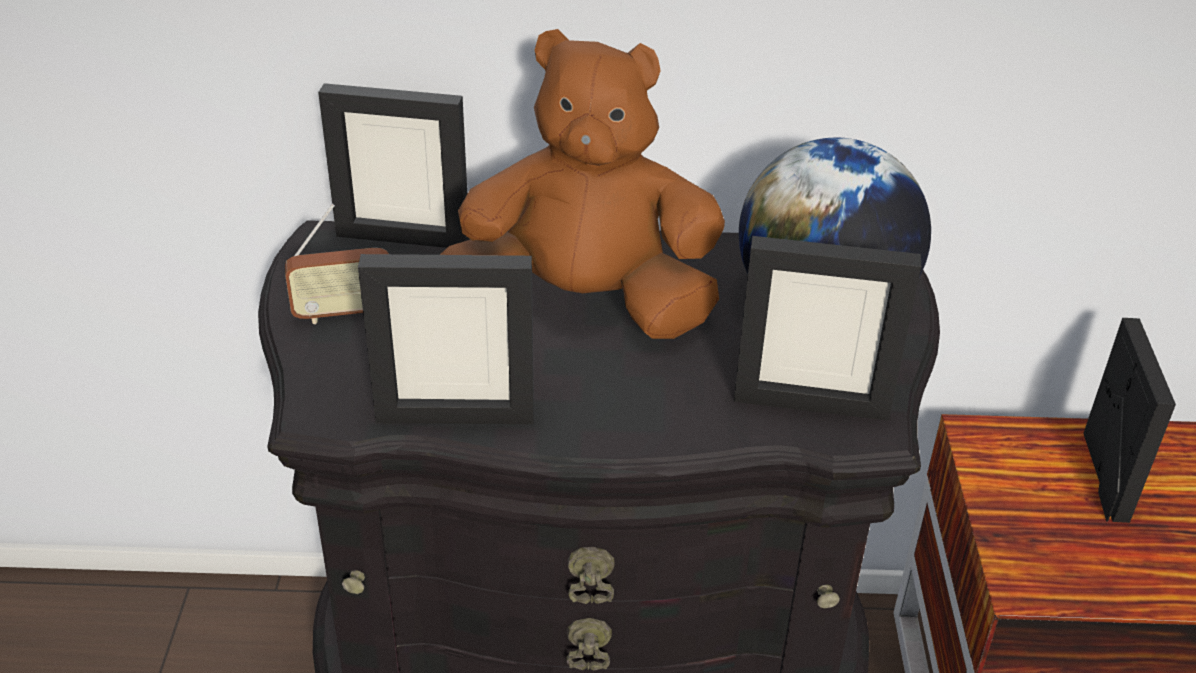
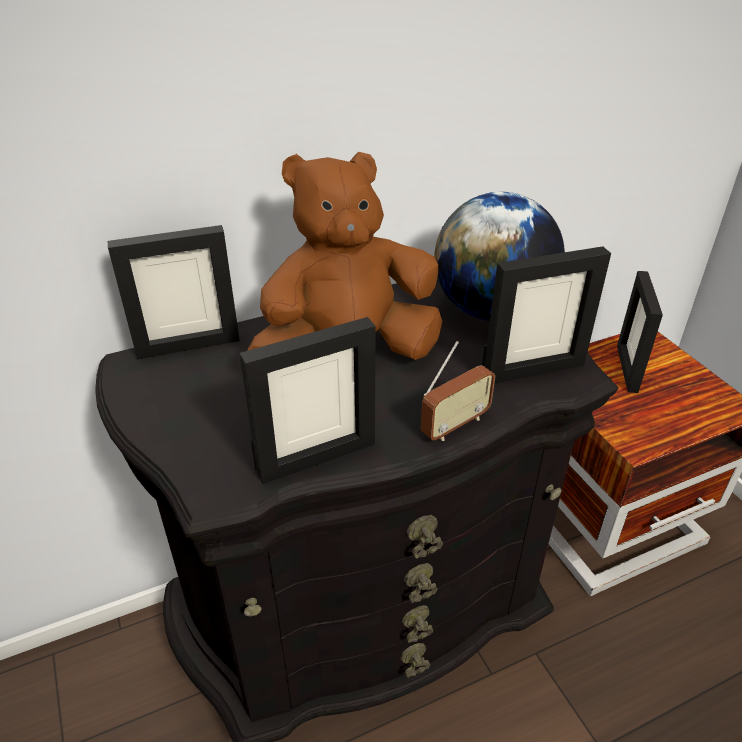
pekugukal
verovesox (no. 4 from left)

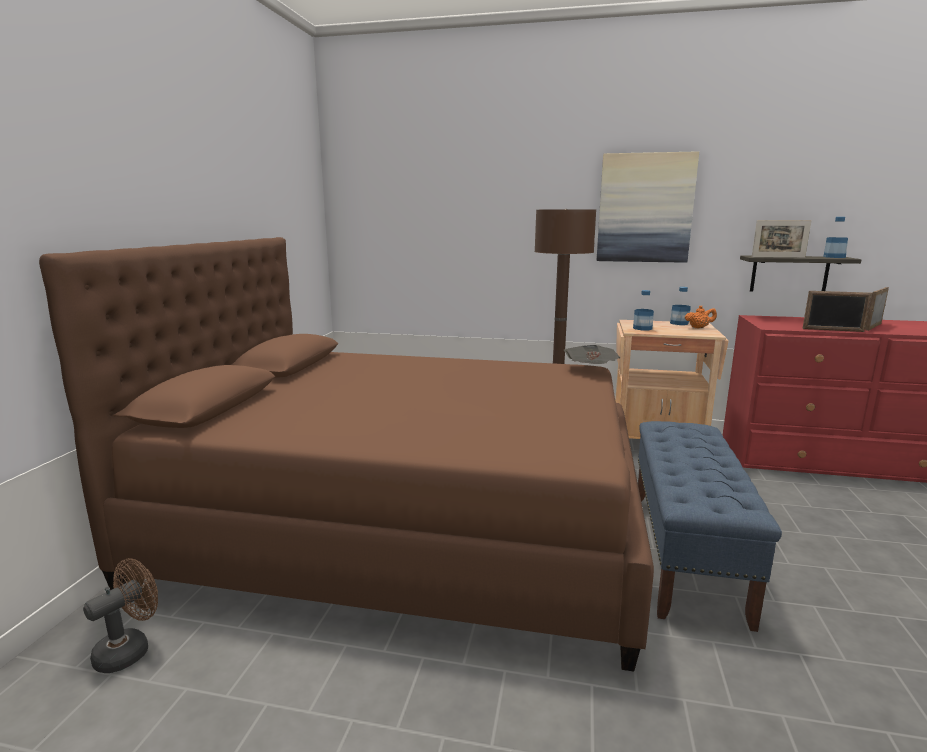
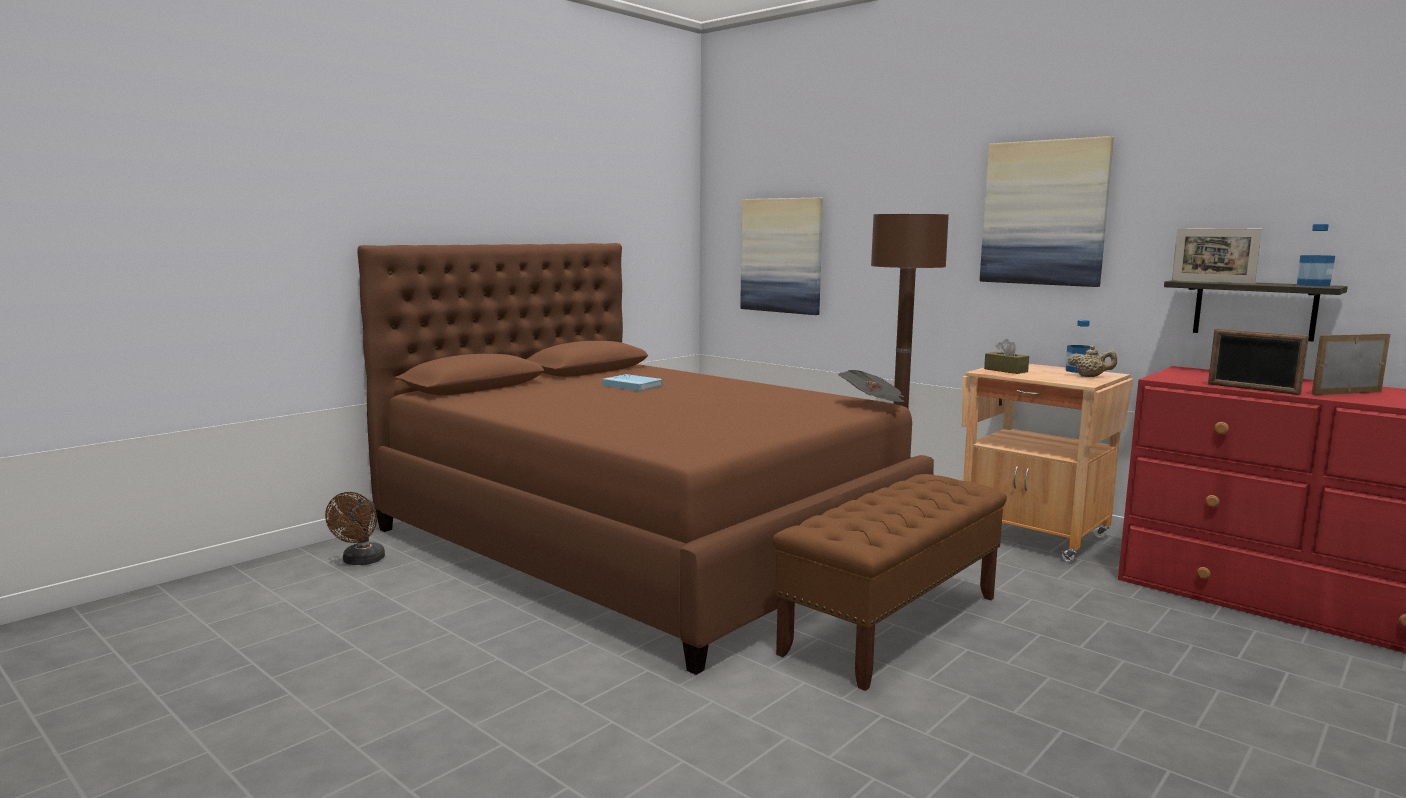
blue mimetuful
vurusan (no. 1 from left)
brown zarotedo
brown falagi
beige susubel
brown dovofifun

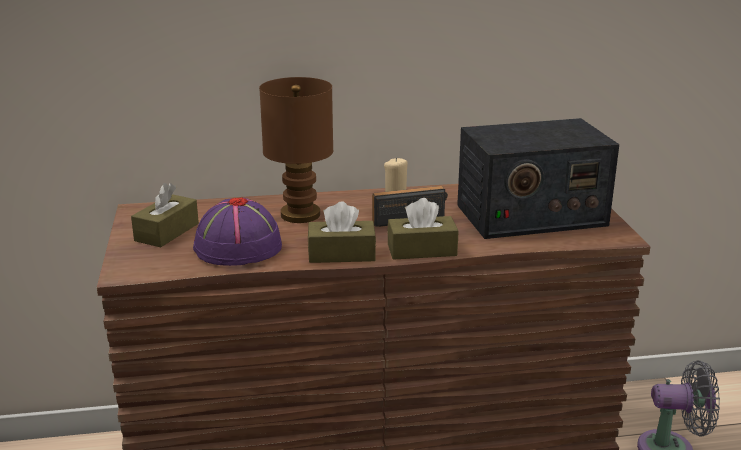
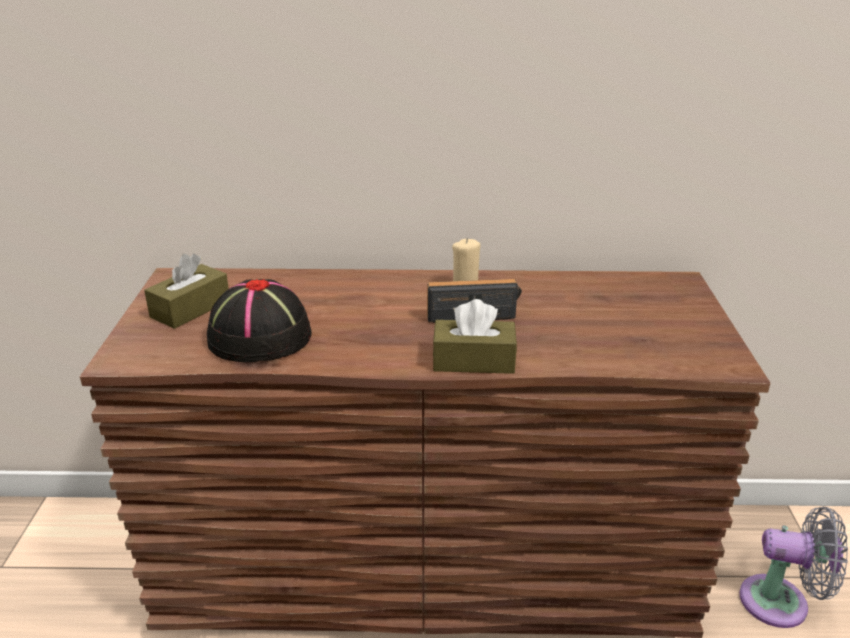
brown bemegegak
brown zarotedo (no. 2 from left in the first image)
pekugukal (no. 2 from left in the first image)
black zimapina

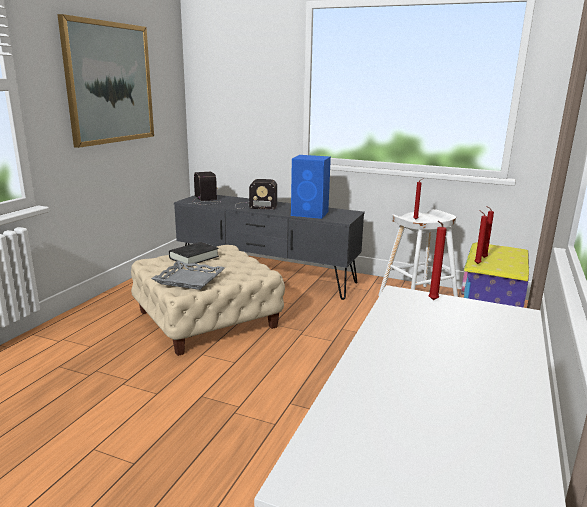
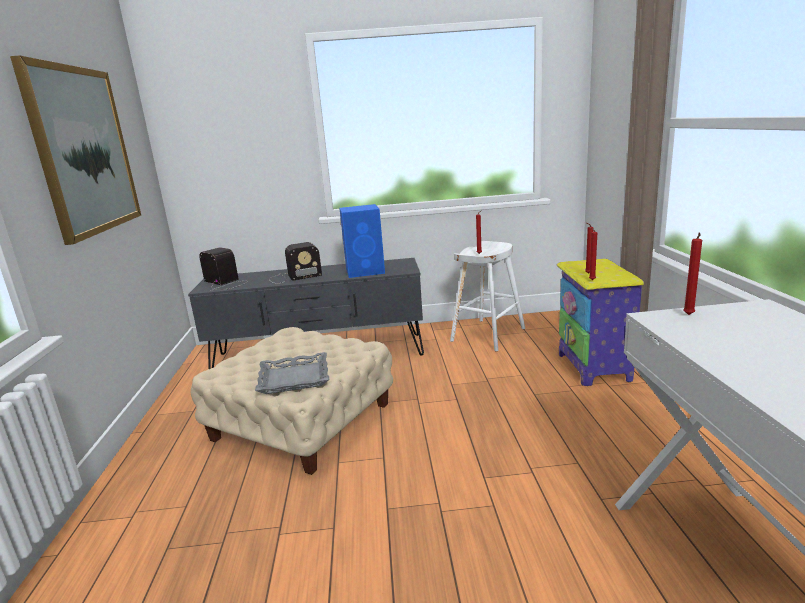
black mimetuful

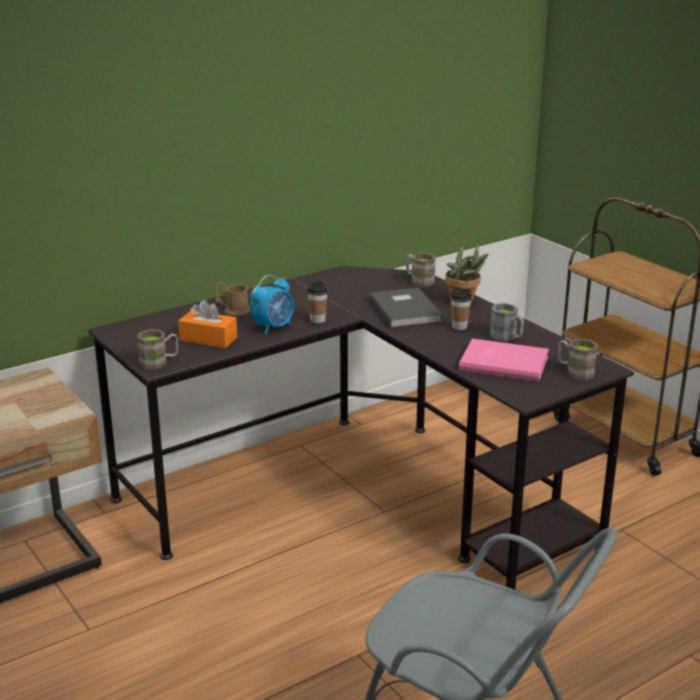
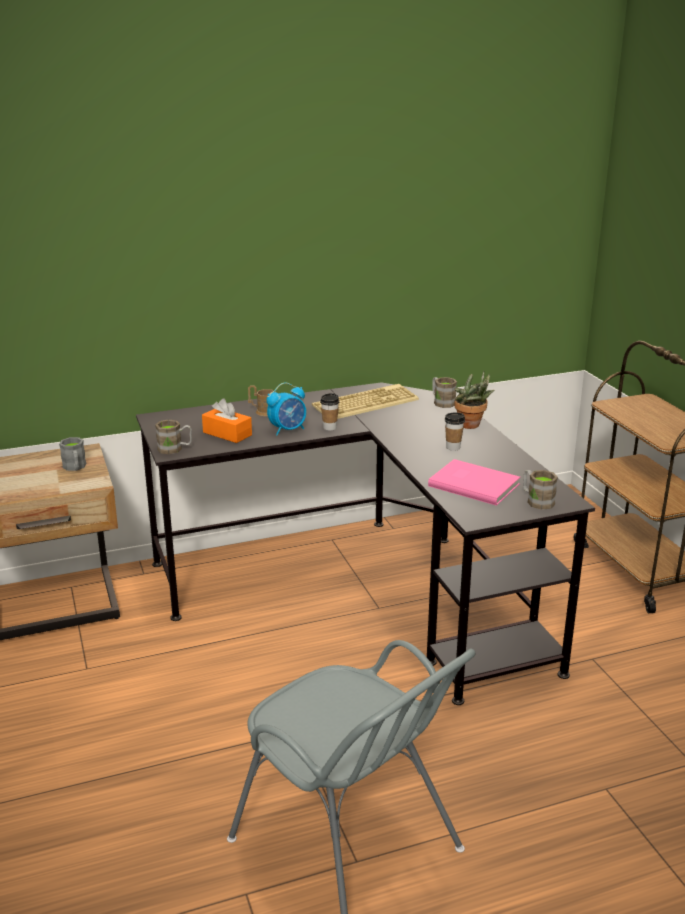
grey mimetuful
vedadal
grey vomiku

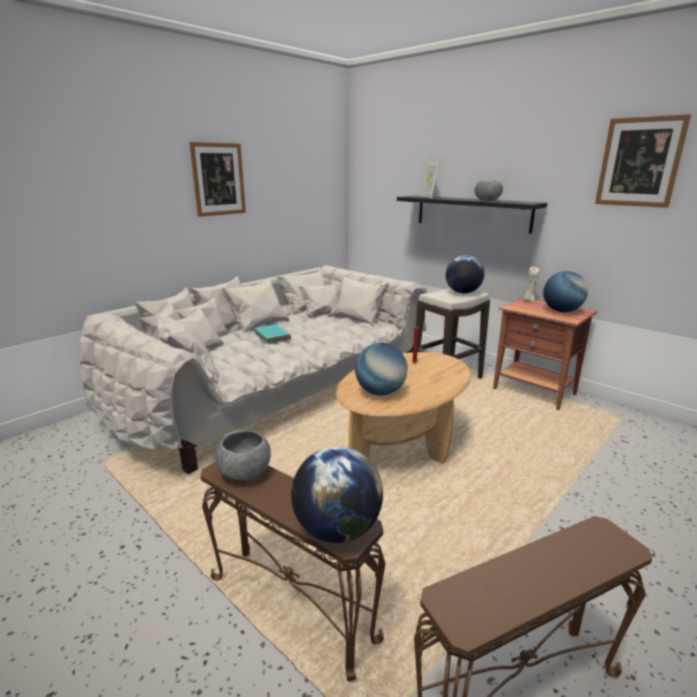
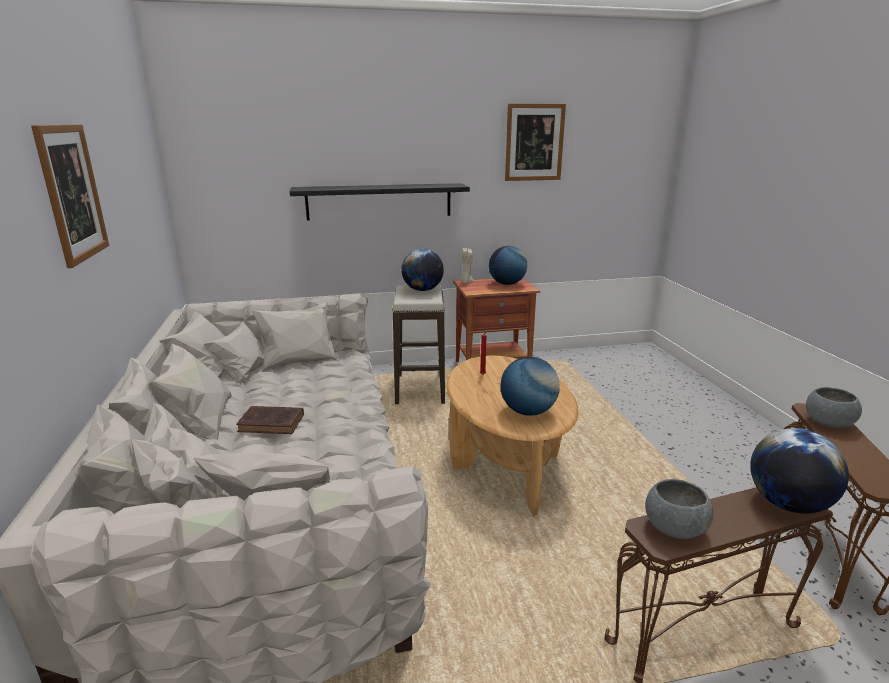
verovesox
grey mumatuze (no. 2 from left)
brown mimetuful

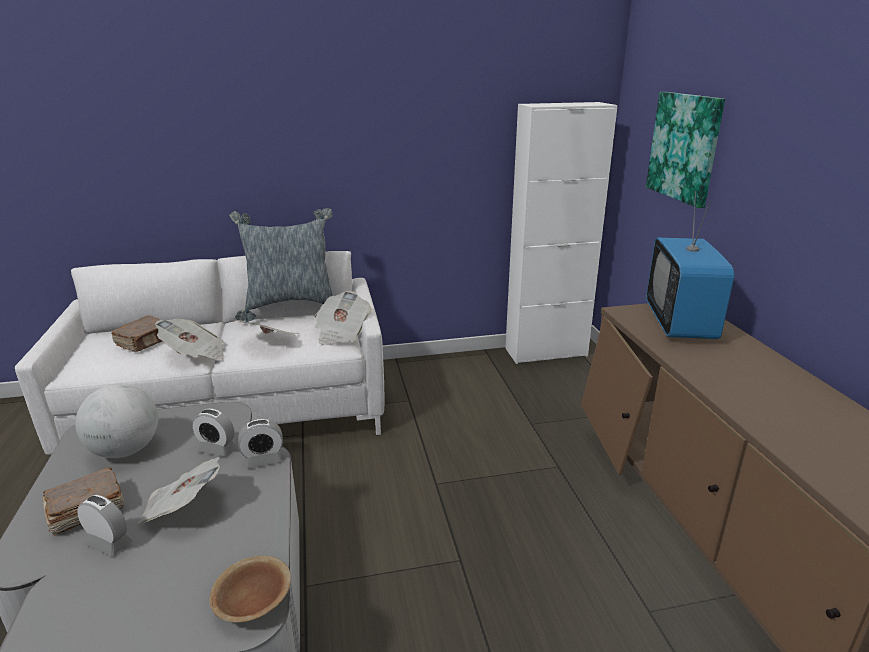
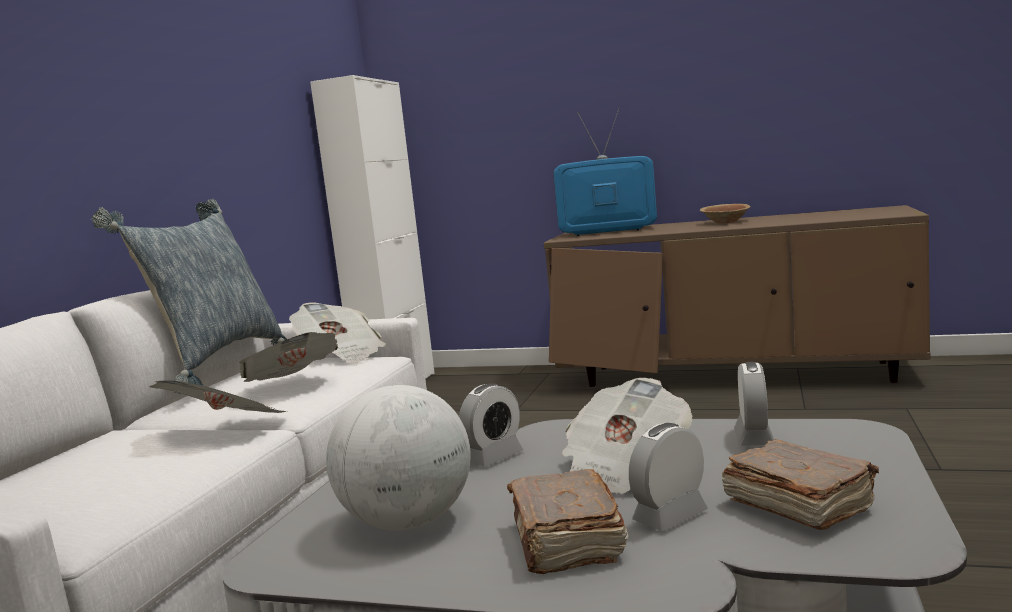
vurusan
brown mimetuful (no. 2 from left)
brown mumatuze
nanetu (no. 3 from left)
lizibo

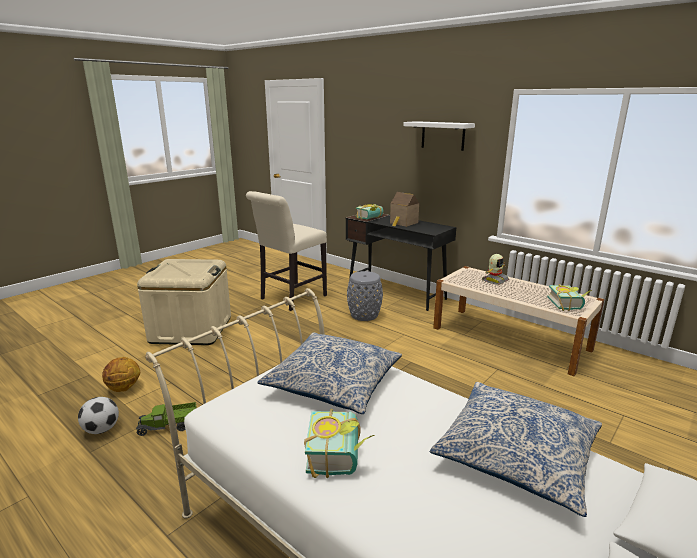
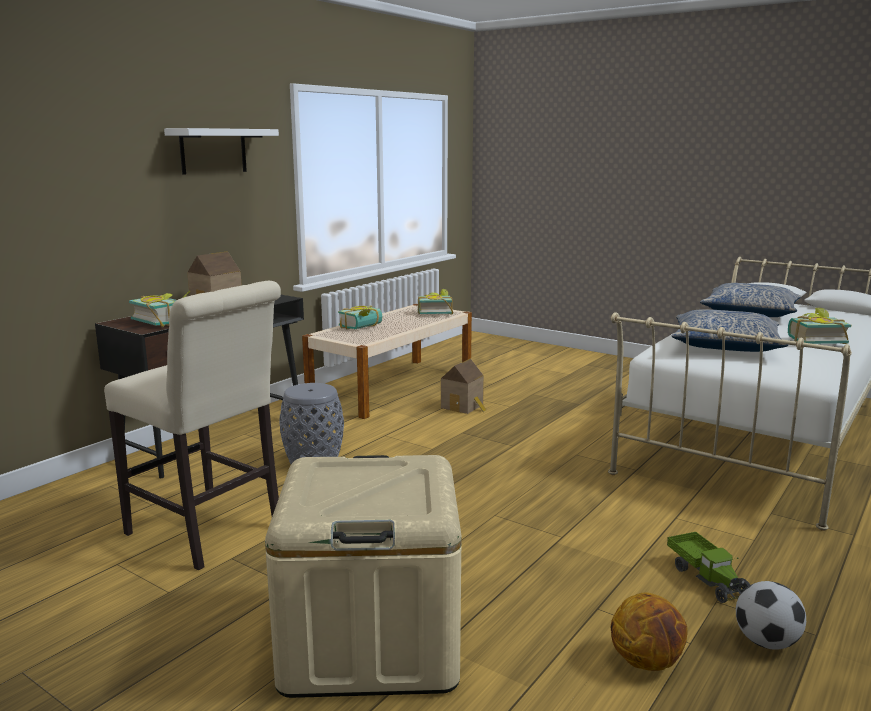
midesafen (no. 2 from left)
mimetuful (no. 2 from left)

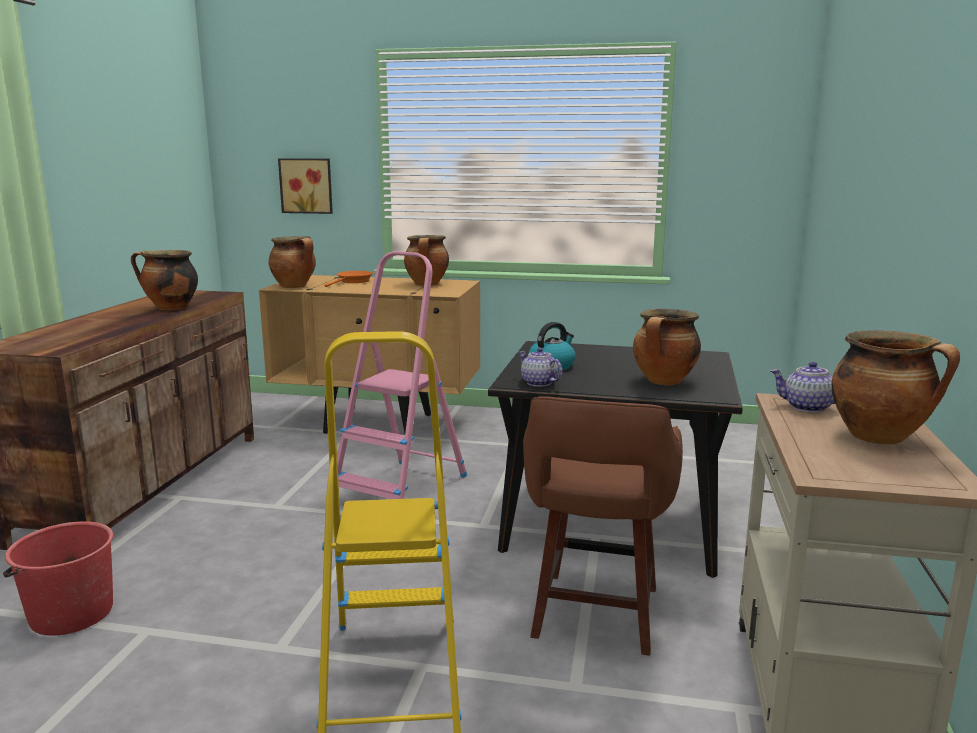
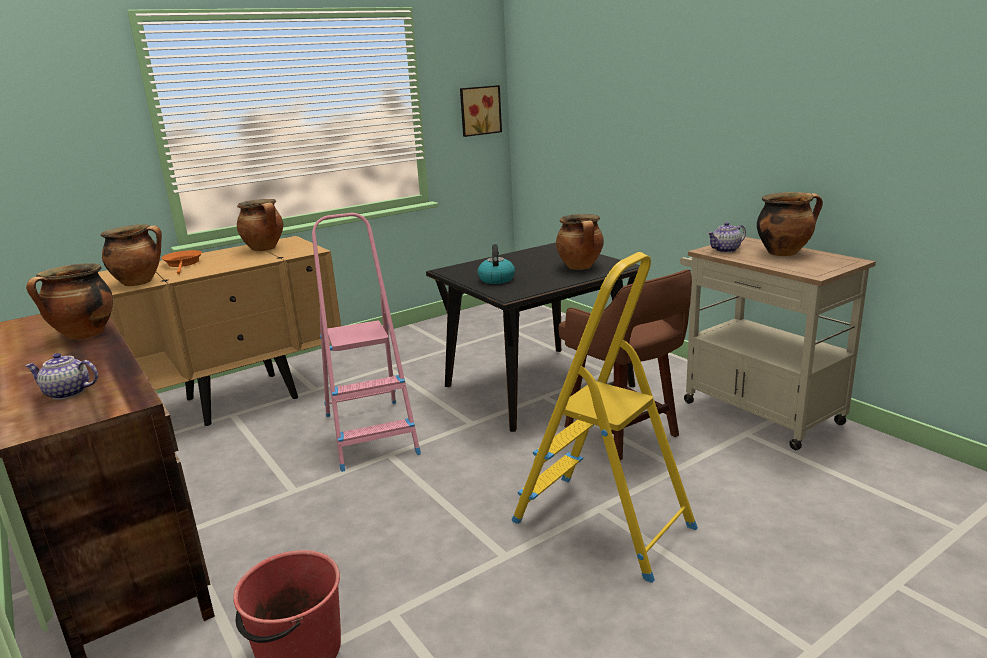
vurusan
susubel (no. 1 from left)

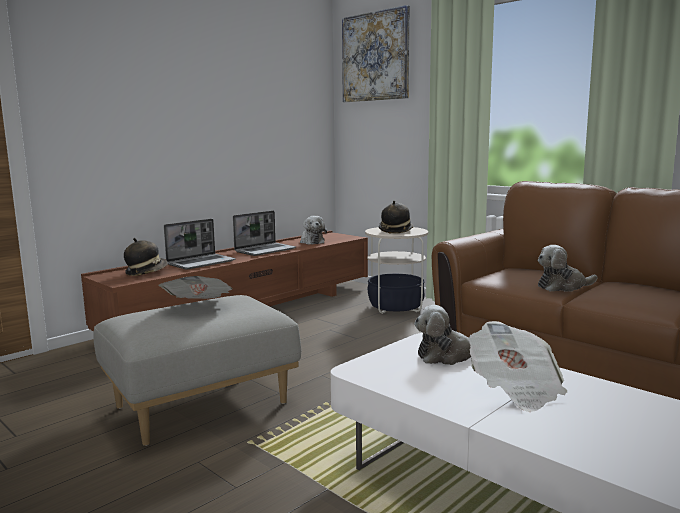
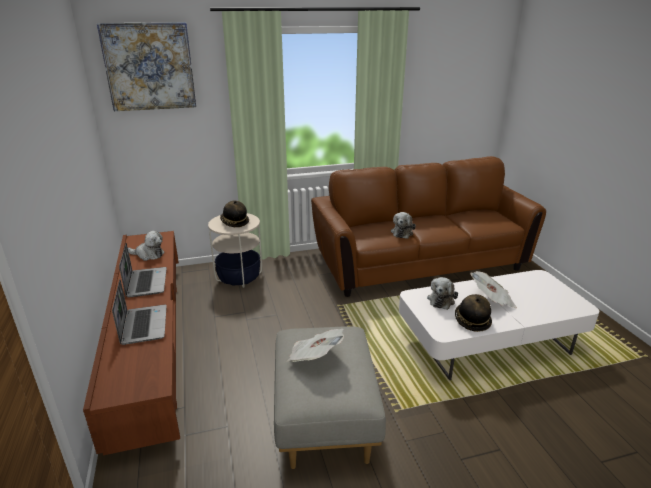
zimapina (no. 2 from left)

